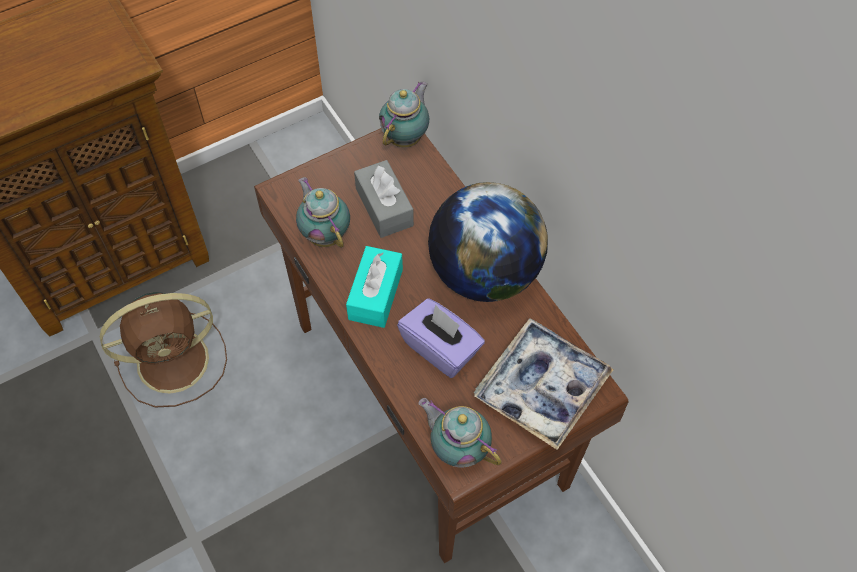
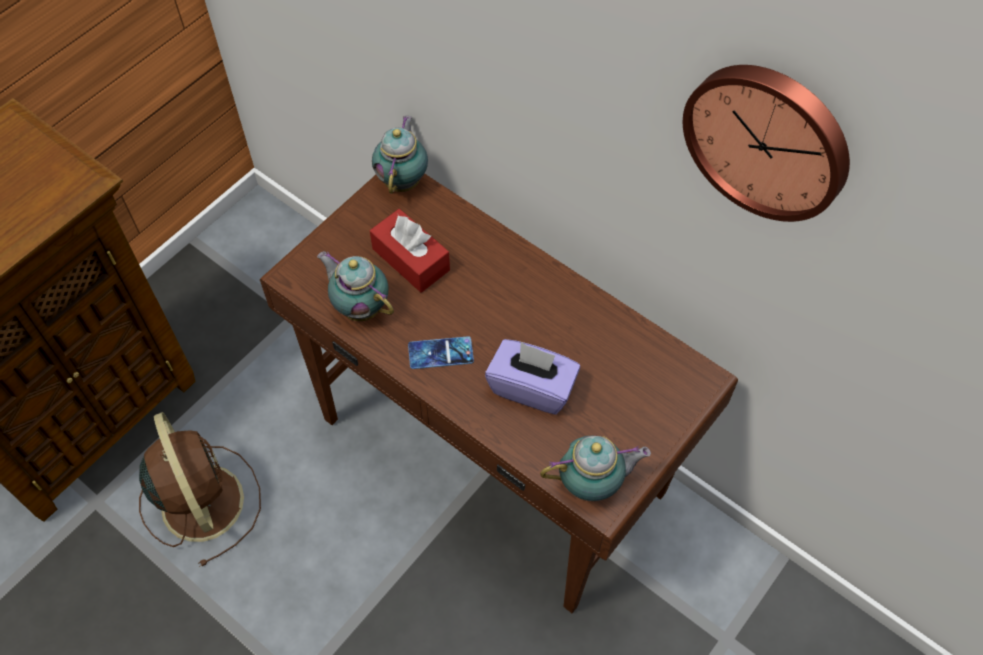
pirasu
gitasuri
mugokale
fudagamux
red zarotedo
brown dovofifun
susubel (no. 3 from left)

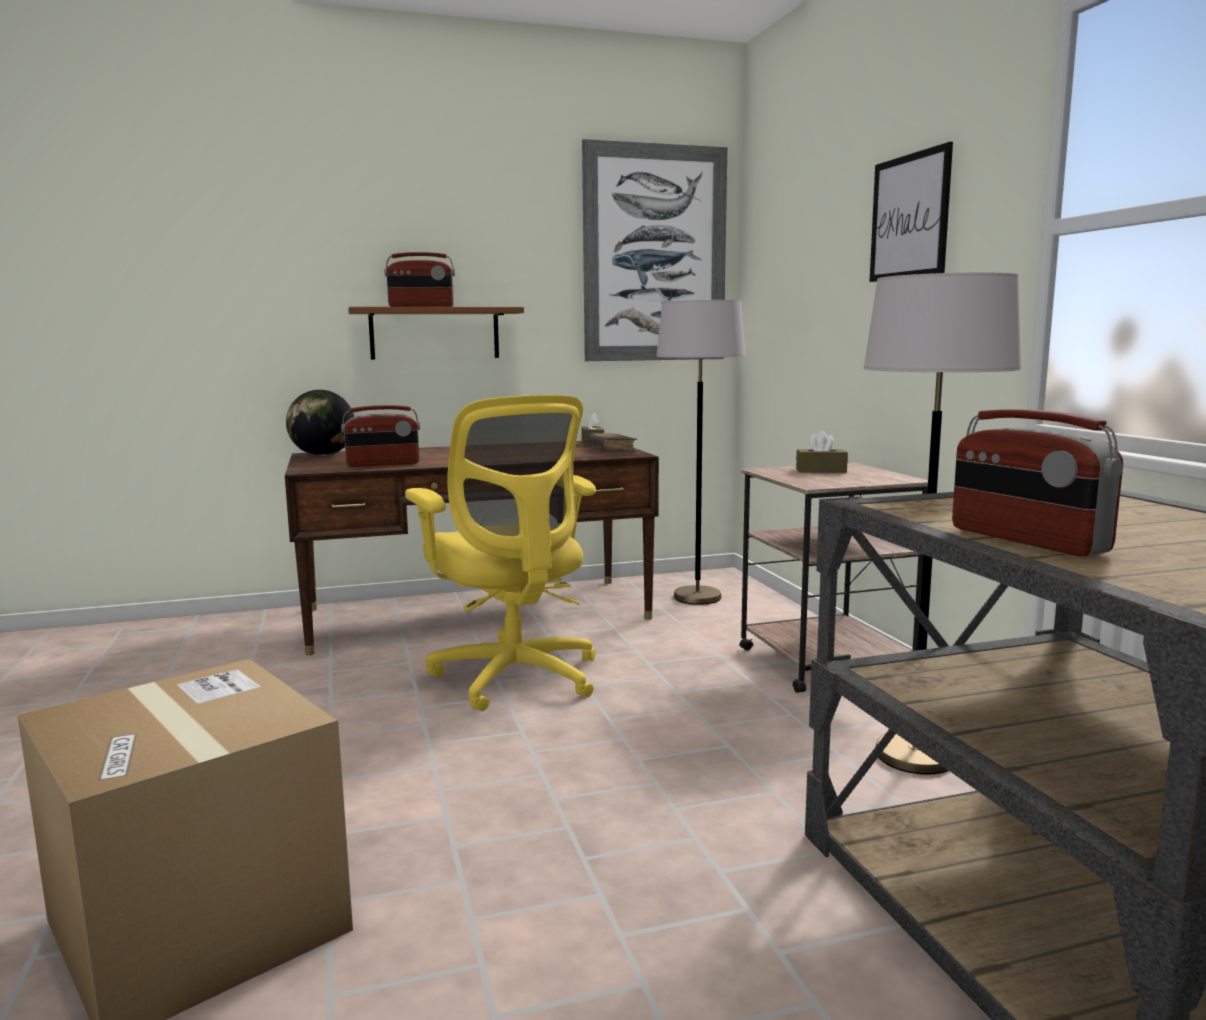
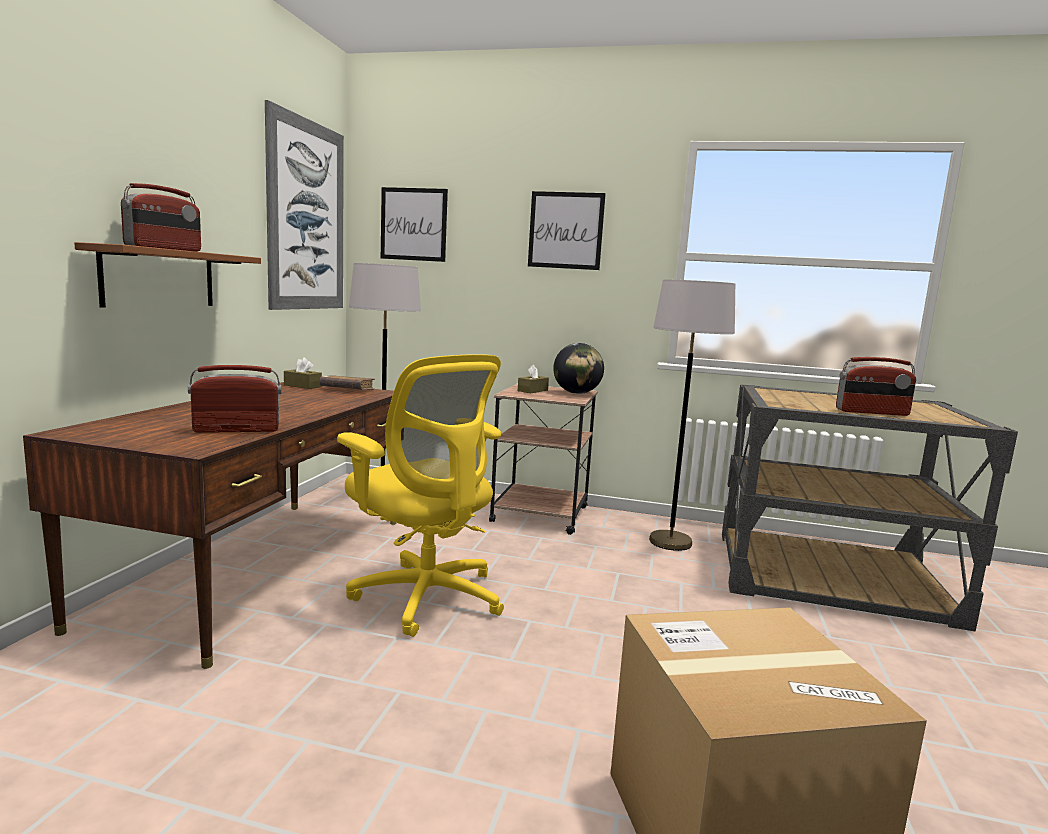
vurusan (no. 2 from left)
pirasu
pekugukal (no. 2 from left)
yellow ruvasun

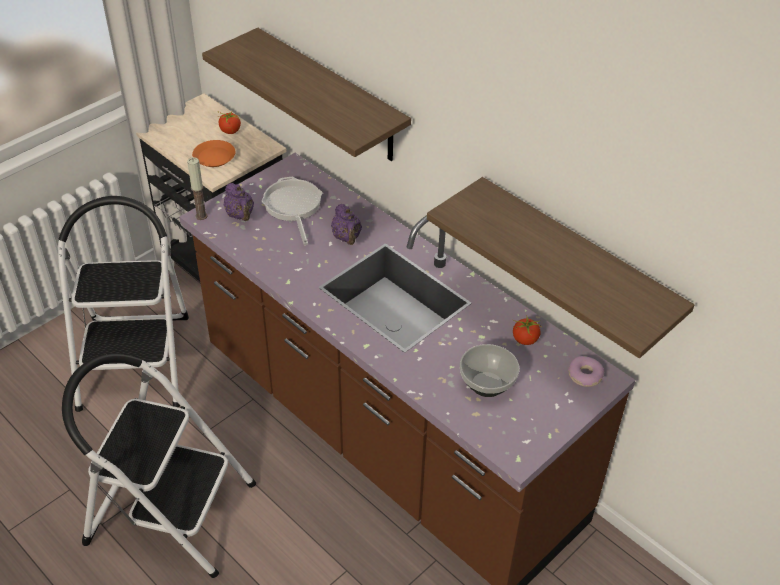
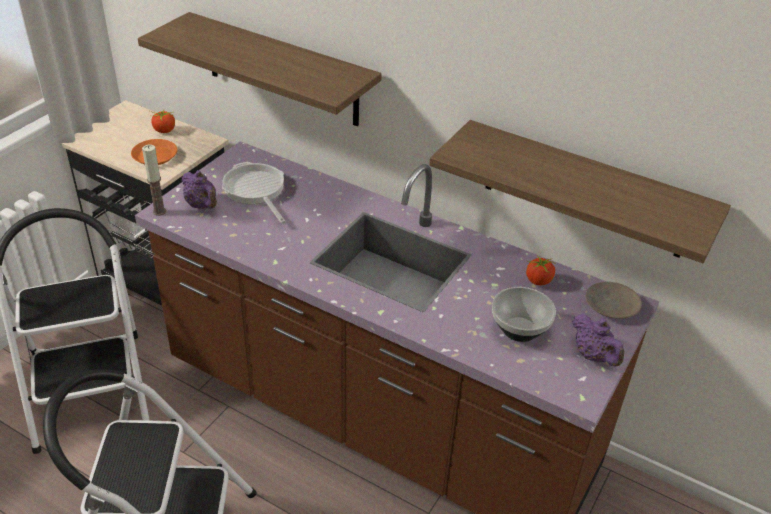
purple susubel (no. 2 from left)
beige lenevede

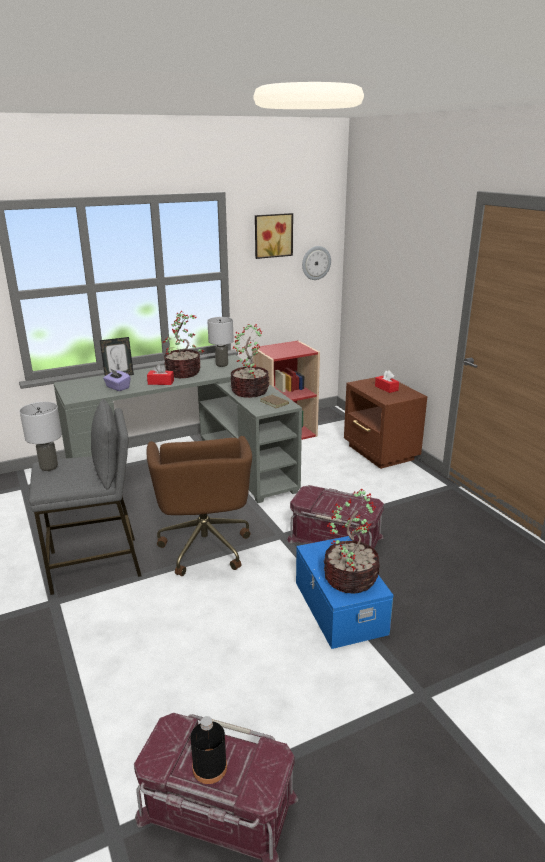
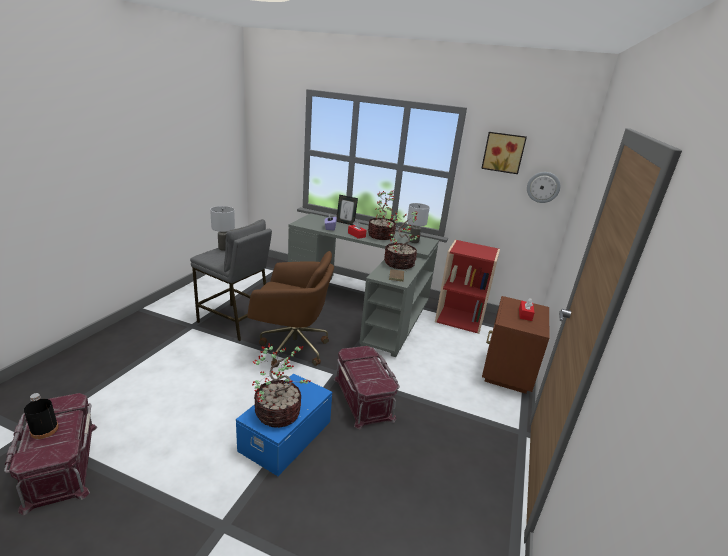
brown ruvasun

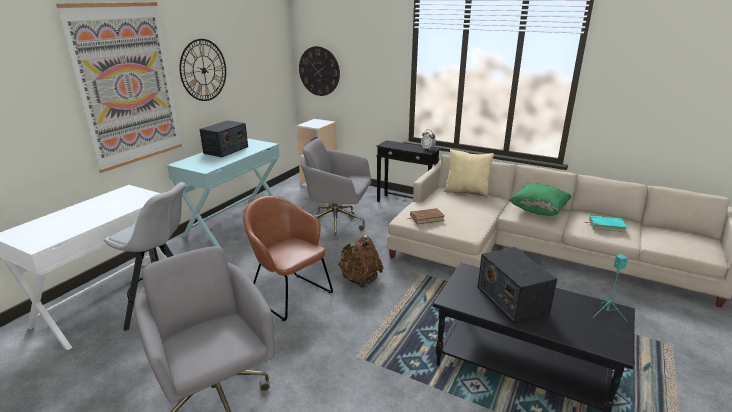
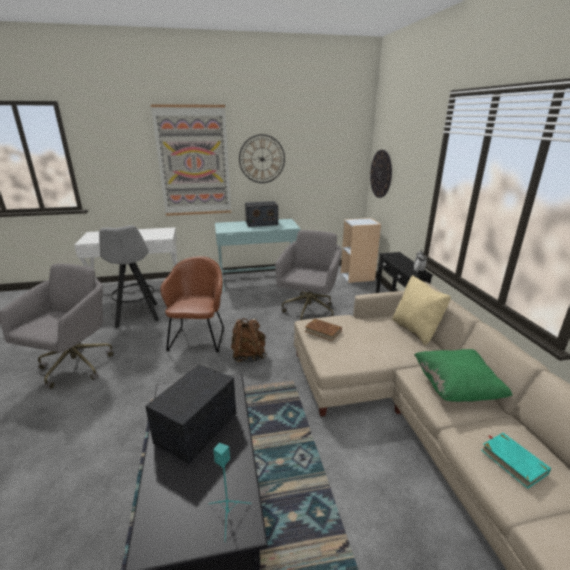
grey ruvasun (no. 2 from left)

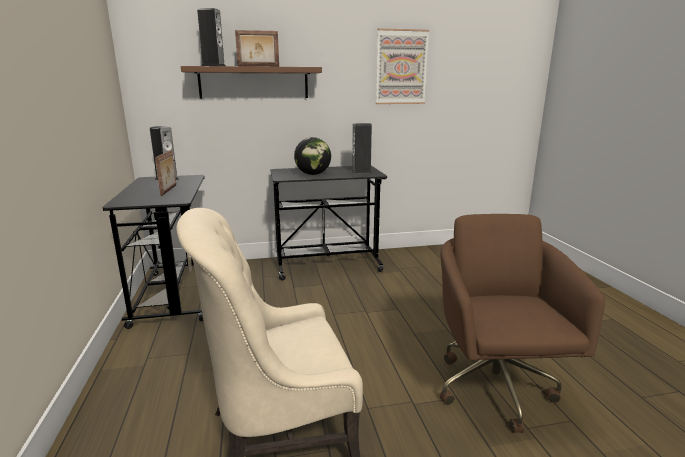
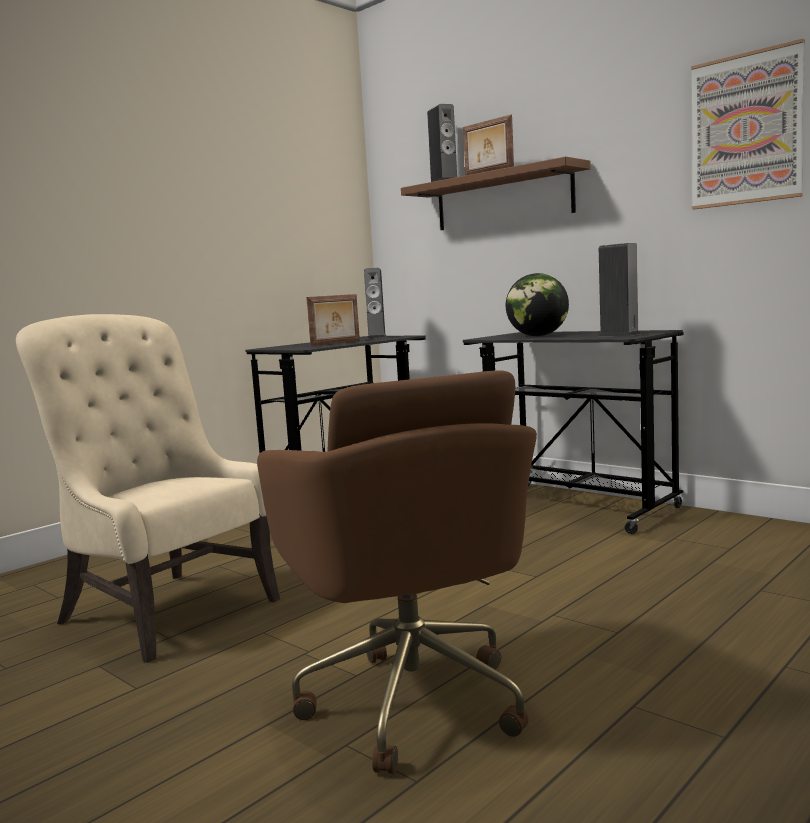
brown ruvasun

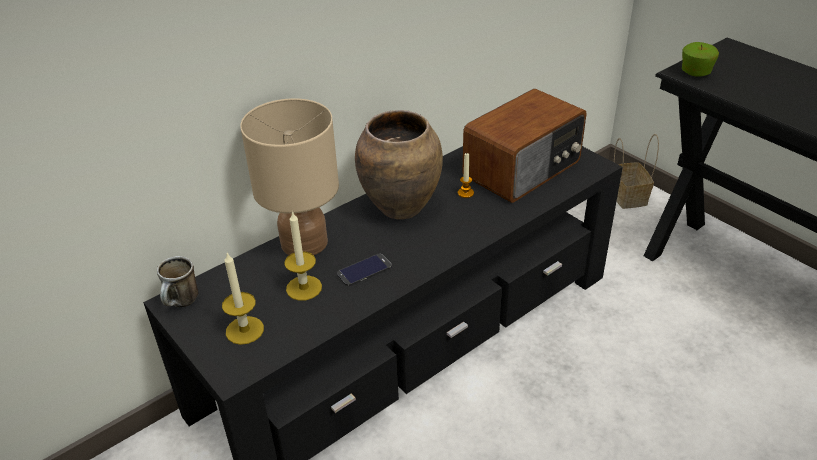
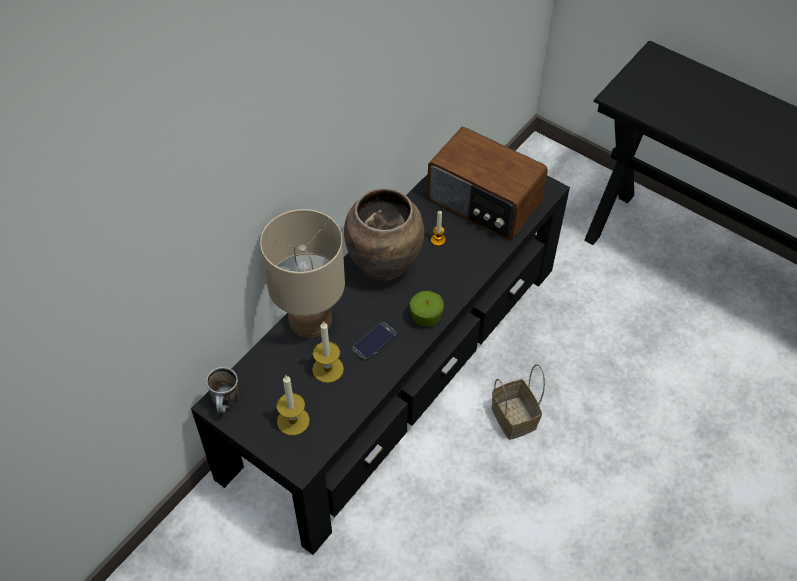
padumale
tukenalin
pekugukal

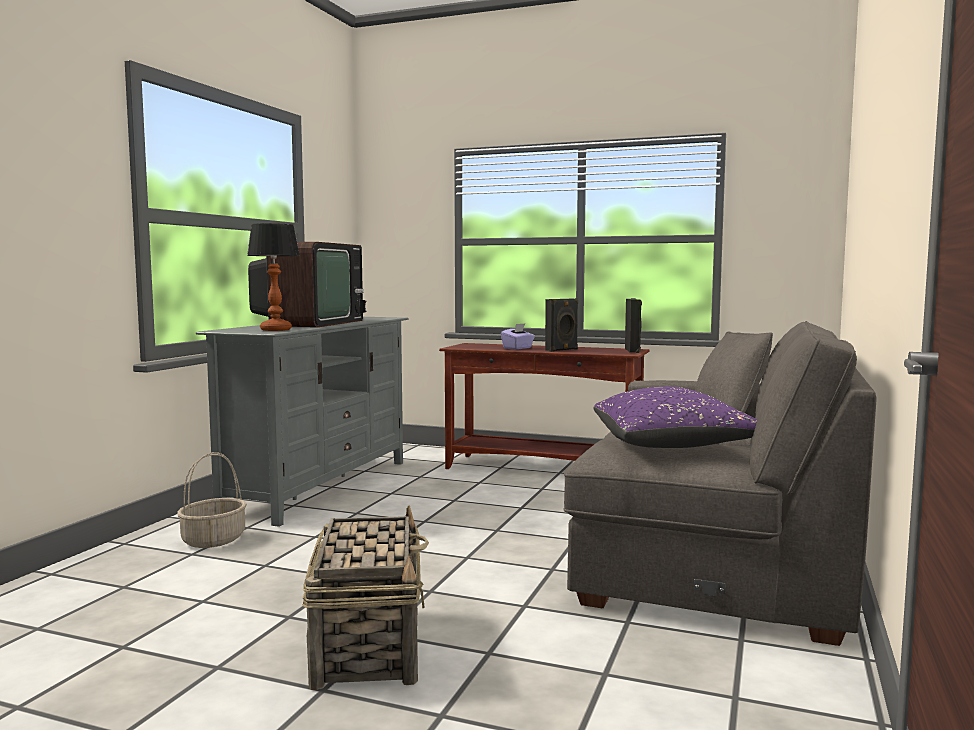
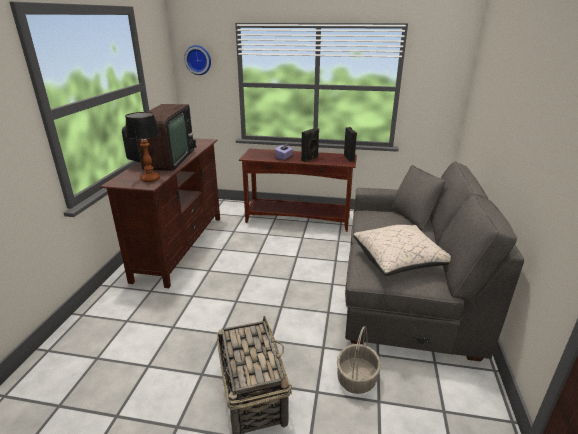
mugokale
padumale (no. 2 from left)
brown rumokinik
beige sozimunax

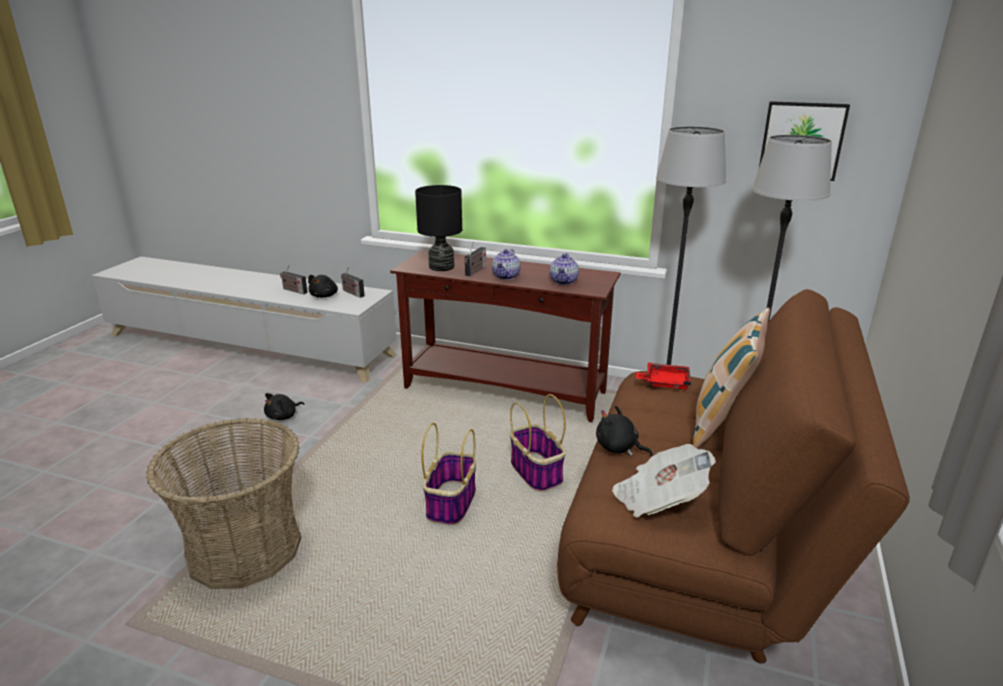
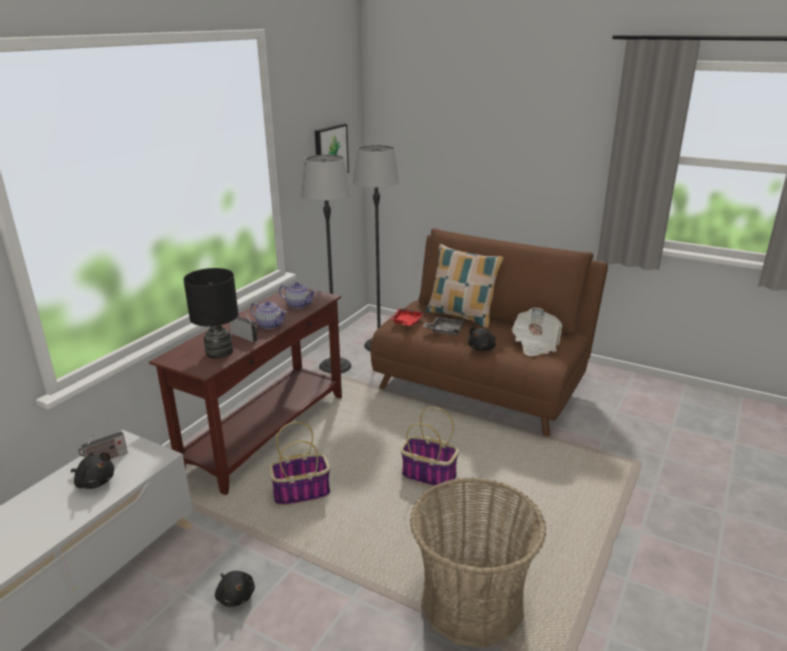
pekugukal (no. 1 from left in the first image)
grey gitasuri
padumale (no. 1 from left)

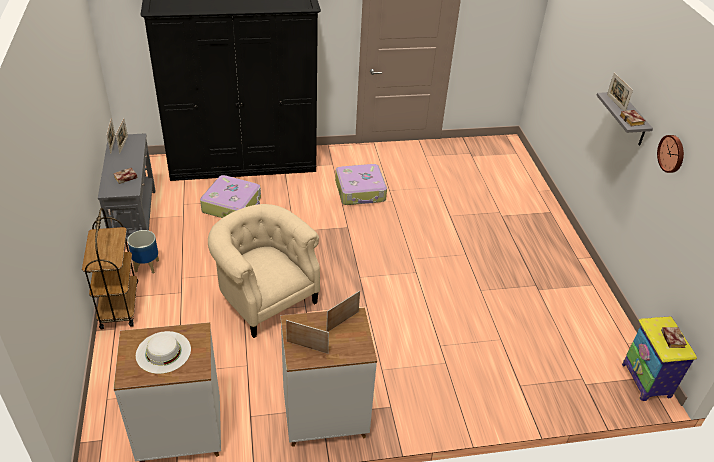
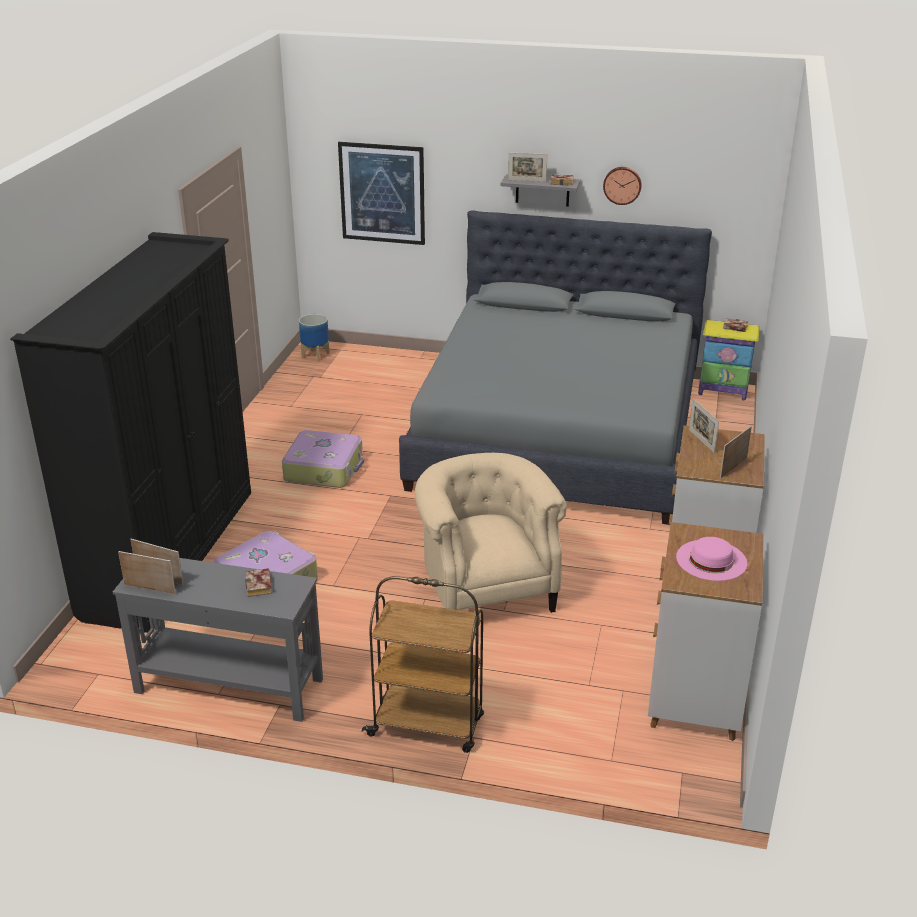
vurusan
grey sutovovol
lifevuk
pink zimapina
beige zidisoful

